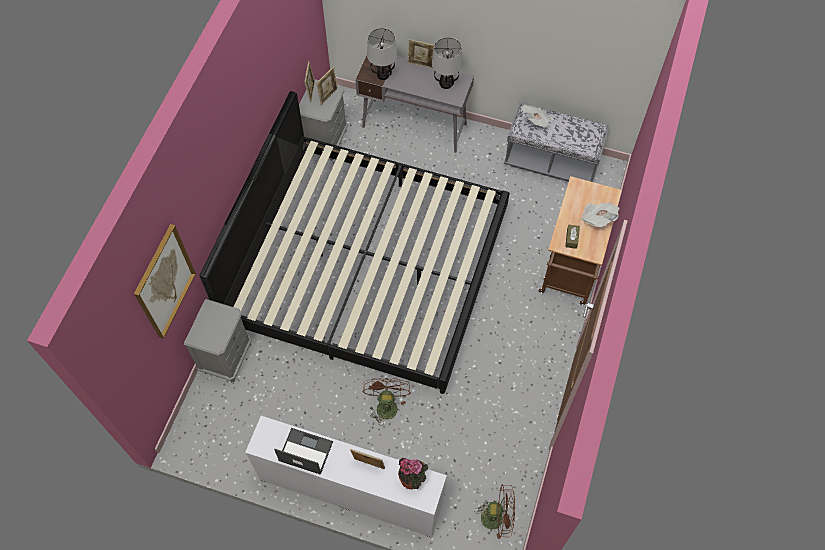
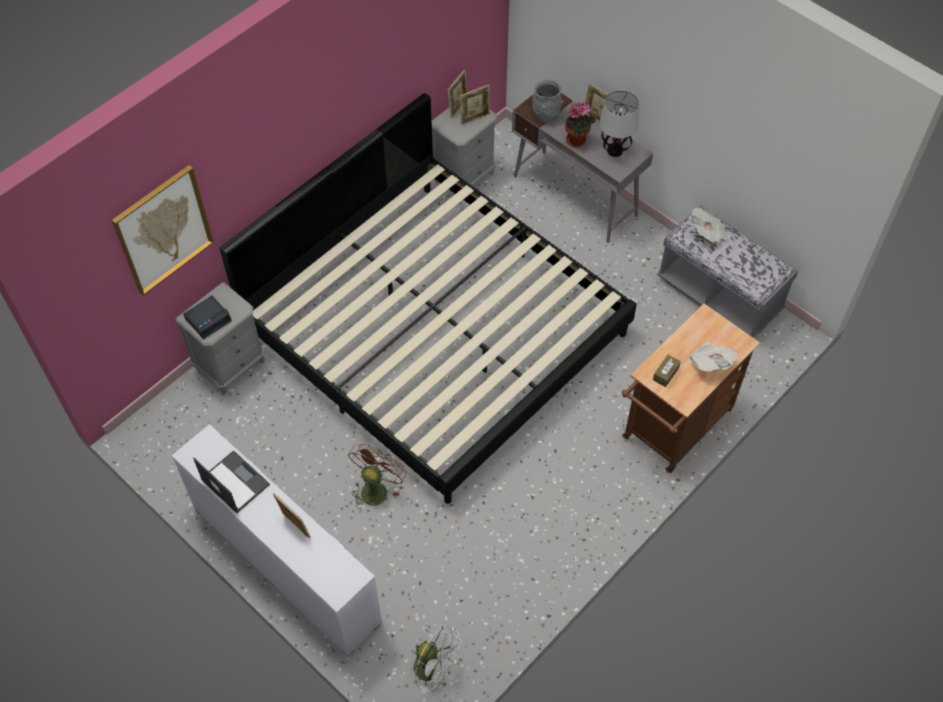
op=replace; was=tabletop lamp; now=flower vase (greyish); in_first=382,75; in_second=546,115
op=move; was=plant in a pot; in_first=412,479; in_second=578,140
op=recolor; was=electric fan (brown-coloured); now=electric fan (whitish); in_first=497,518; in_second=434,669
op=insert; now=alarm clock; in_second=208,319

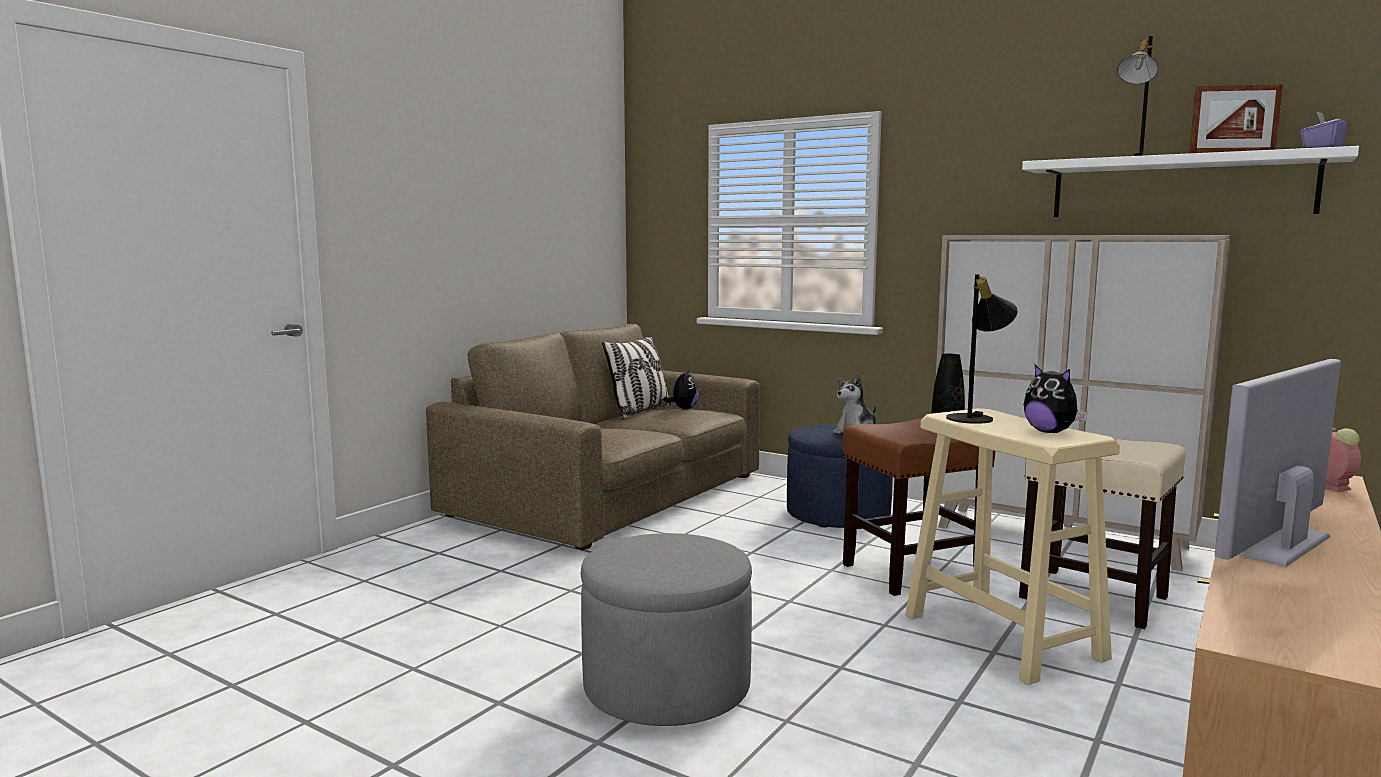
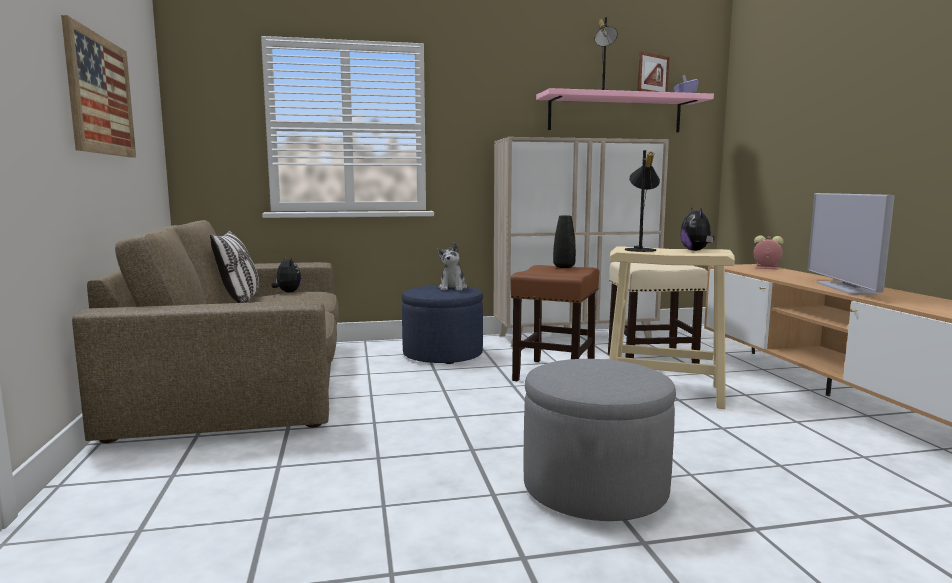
op=recolor; was=shelf (whitish); now=shelf (pink-coloured); in_first=1179,187; in_second=615,114
op=rotate; was=soft toy; in_first=1050,432; in_second=696,250; clockwise=75
op=insert; now=picture; in_second=100,95

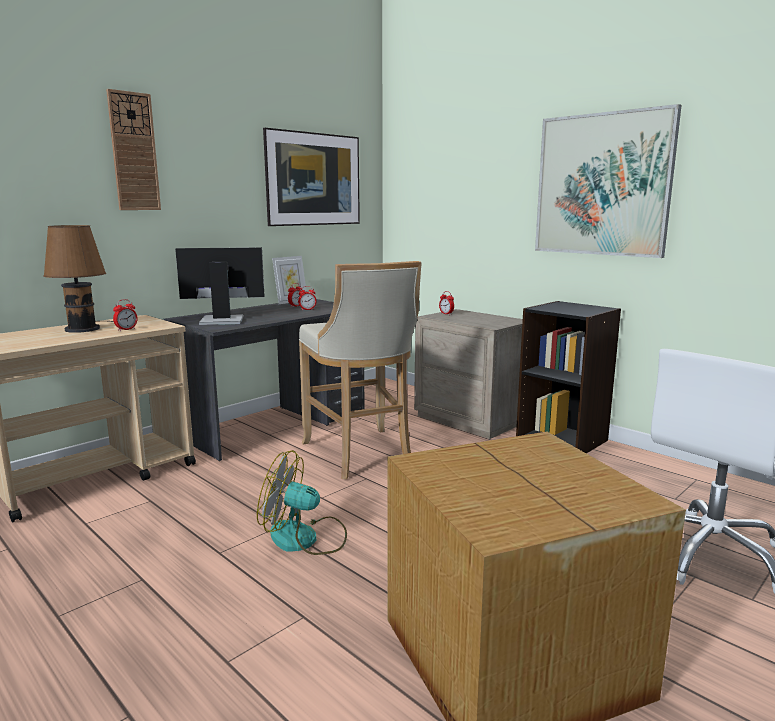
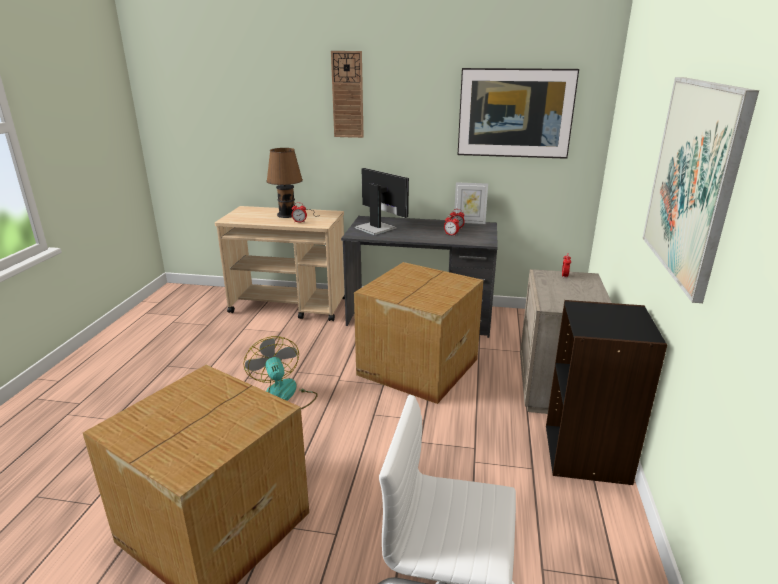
op=replace; was=stool seat (sand-coloured); now=carton; in_first=361,455; in_second=416,367

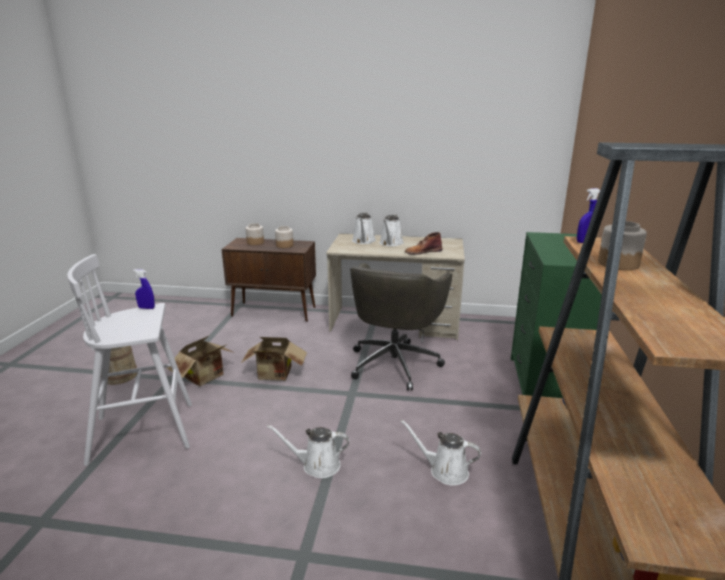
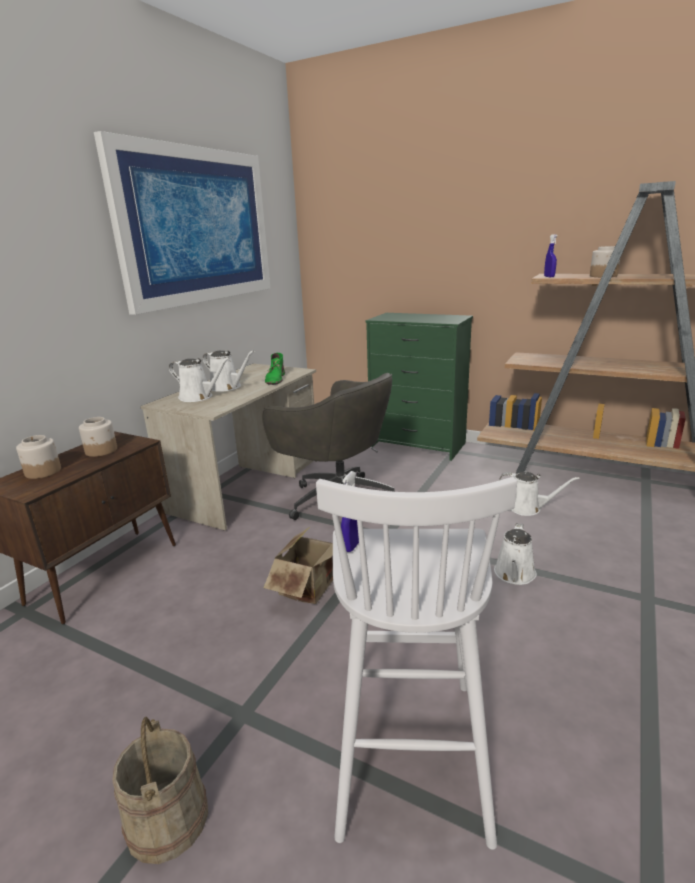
op=delete; was=carton; in_first=206,377
op=rotate; was=watering can (whitish); in_first=445,471; in_second=527,508; clockwise=-105
op=recolor; was=tall boot (brown-coloured); now=tall boot (greenish); in_first=423,251; in_second=275,379
op=insert; now=picture; in_second=197,226

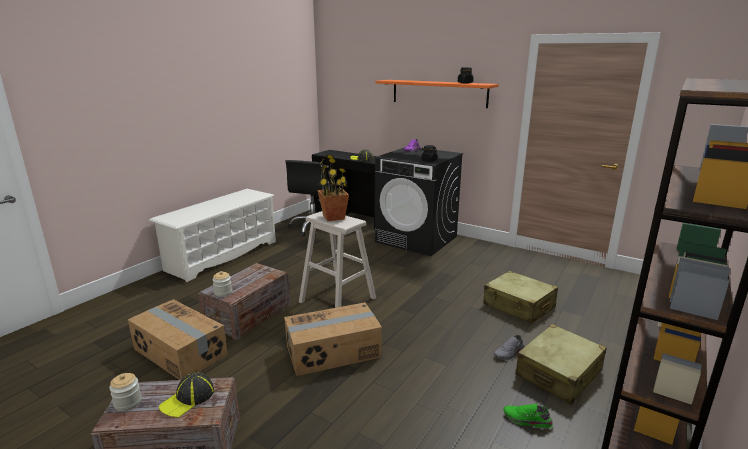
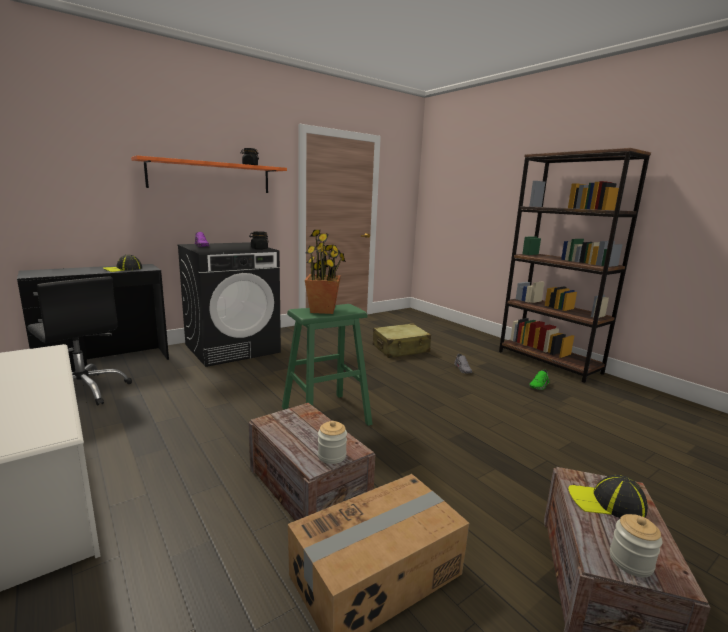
op=rotate; was=baseball cap; in_first=188,399; in_second=606,502; clockwise=135
op=delete; was=carton; in_first=333,352
op=recolor; was=stool seat (sand-coloured); now=stool seat (greenish); in_first=337,300; in_second=325,415
op=delete; was=piece of luggage (sand-coloured); in_first=558,373

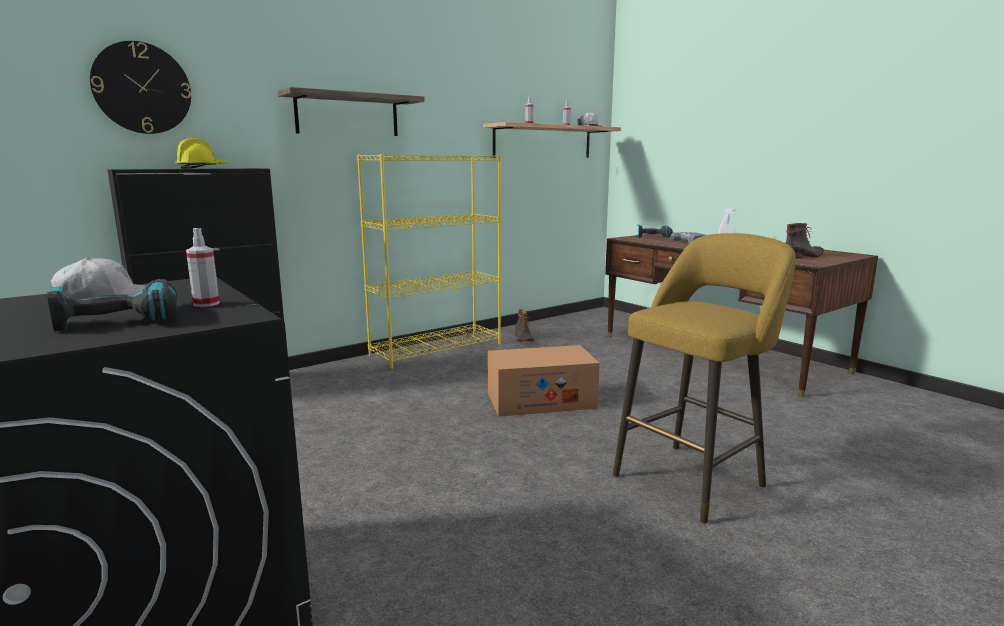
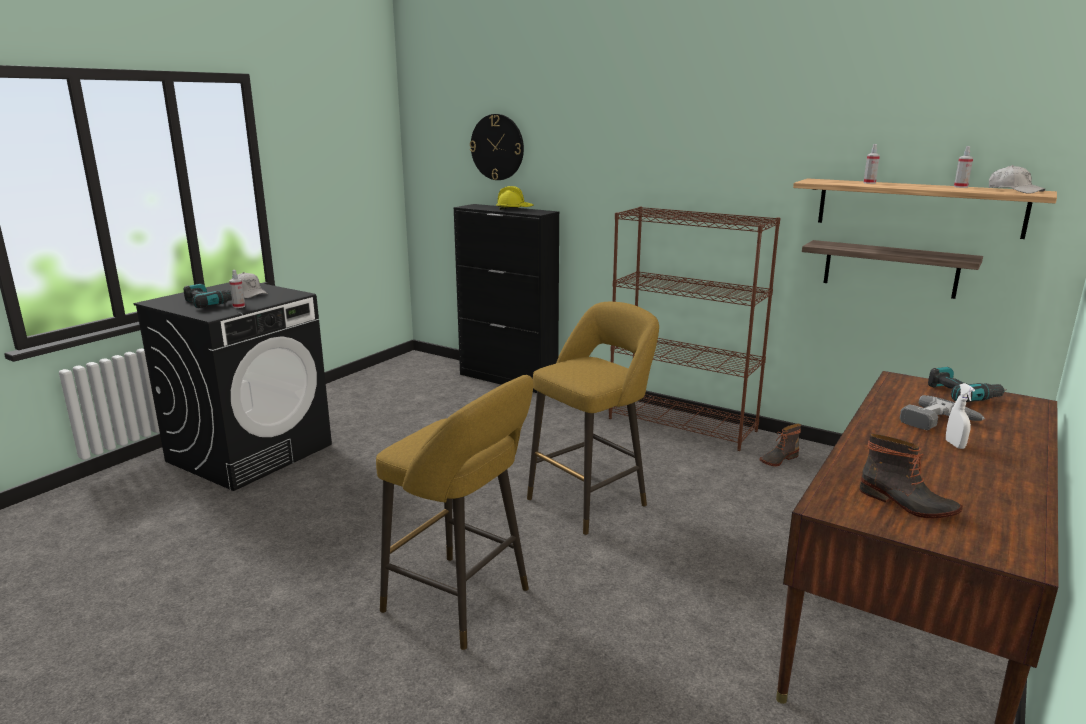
op=move; was=shelf; in_first=347,115; in_second=890,269
op=recolor; was=bookcase (yellowish); now=bookcase (brown-coloured); in_first=437,349; in_second=682,424
op=replace; was=carton; now=stool seat (yellowish); in_first=541,400; in_second=591,500

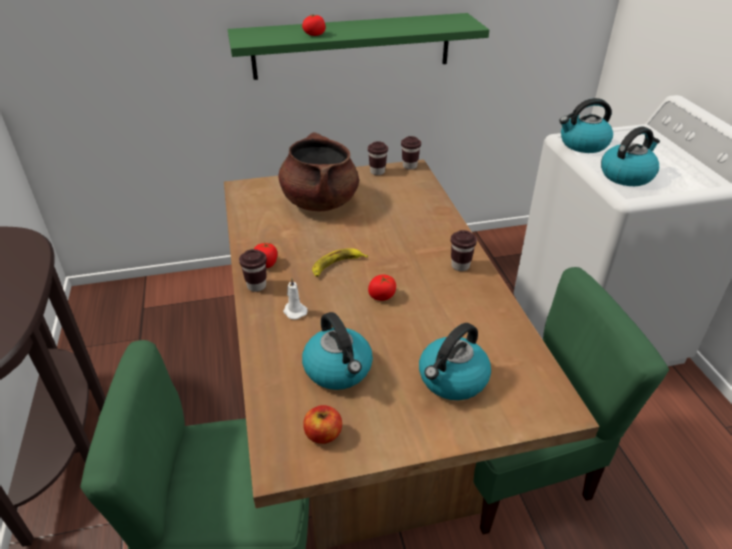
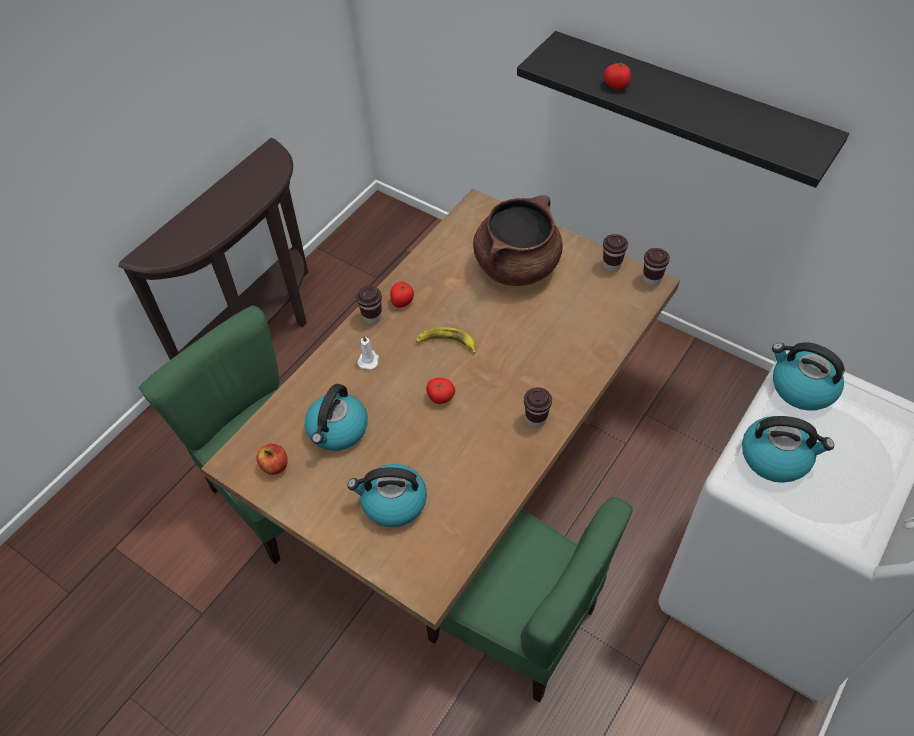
op=recolor; was=shelf (greenish); now=shelf (black); in_first=352,46; in_second=686,105

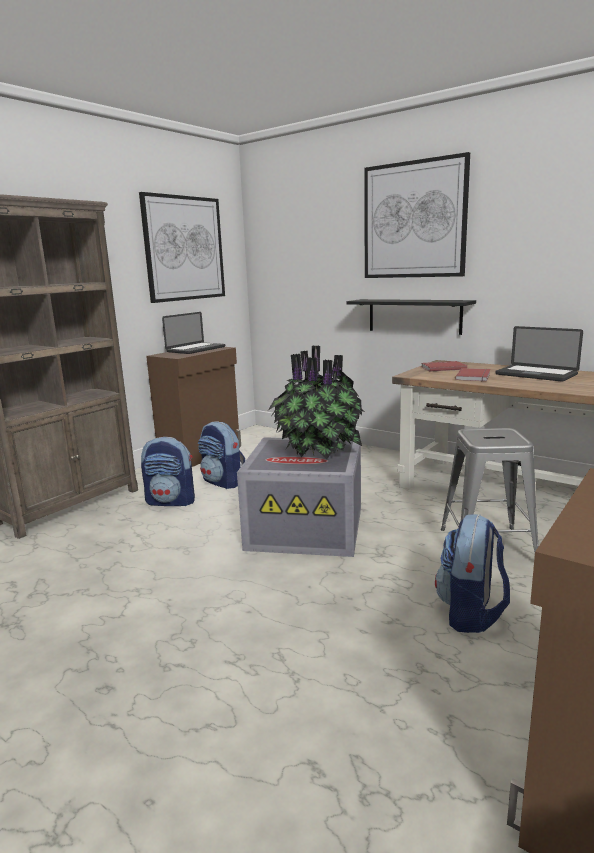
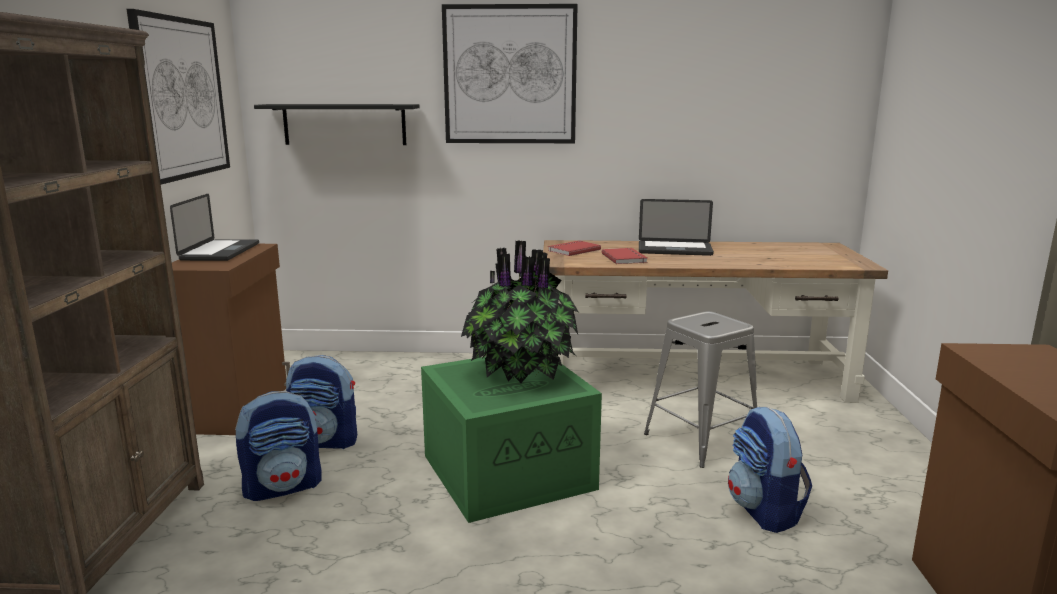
op=recolor; was=storage box (greyish); now=storage box (greenish); in_first=307,527; in_second=509,470
op=move; was=shelf (black); in_first=414,316; in_second=344,124

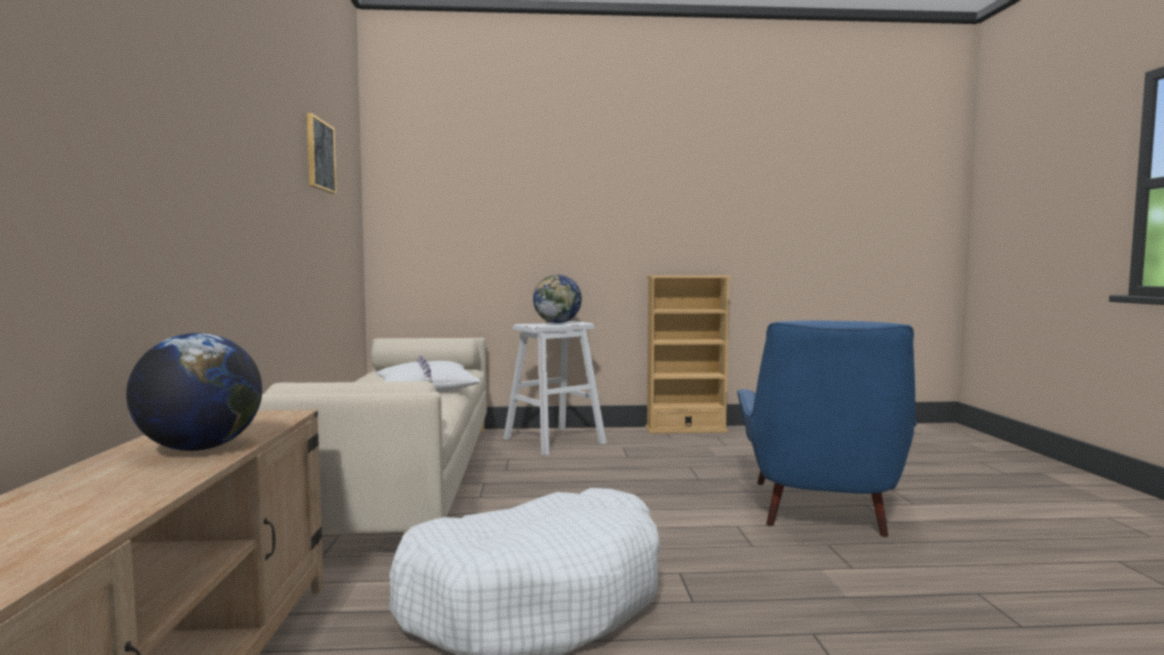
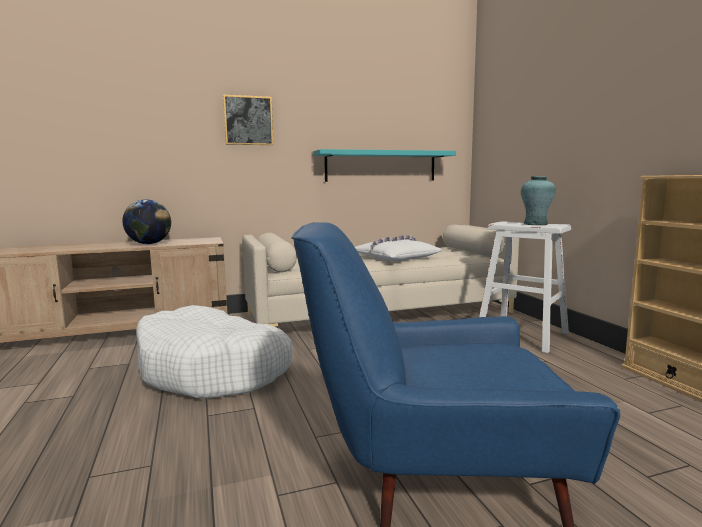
op=move; was=picture; in_first=319,155; in_second=248,120
op=replace; was=world globe; now=flower vase (turquoise); in_first=557,323; in_second=535,224
op=insert; now=shelf (turquoise); in_second=381,166

